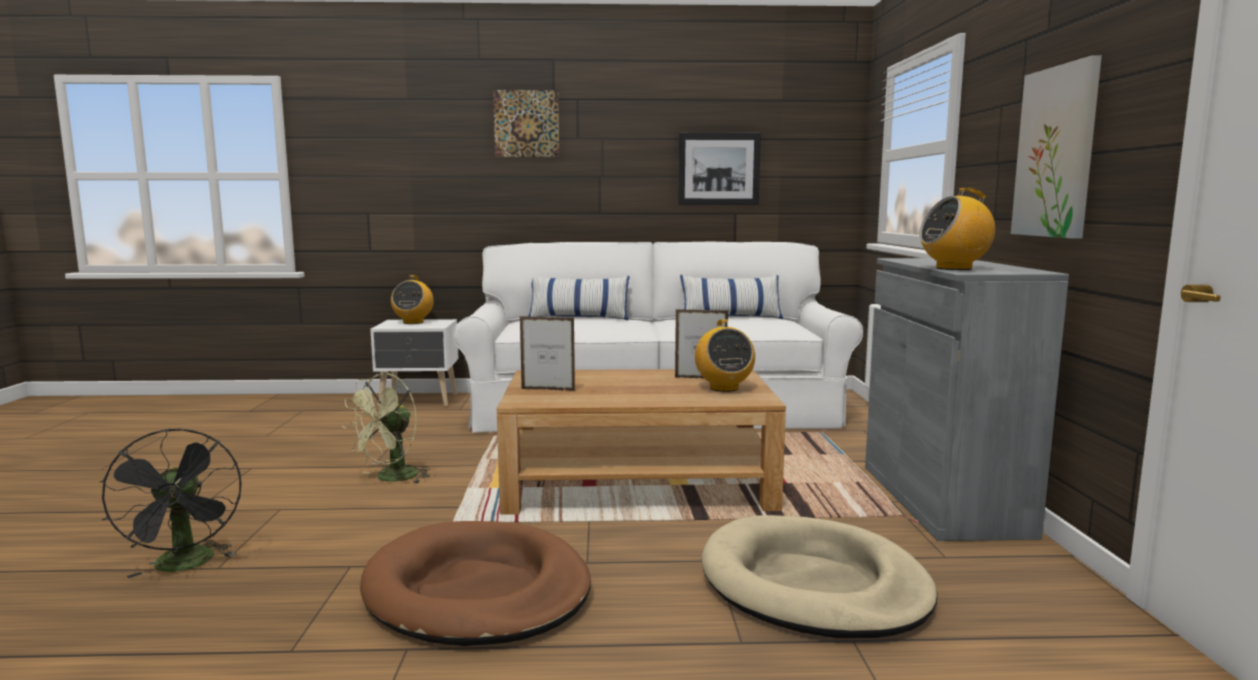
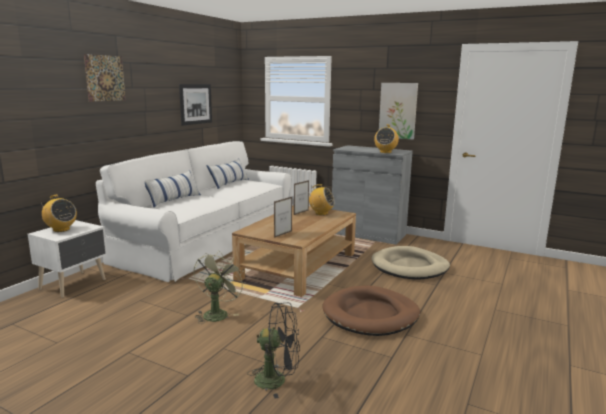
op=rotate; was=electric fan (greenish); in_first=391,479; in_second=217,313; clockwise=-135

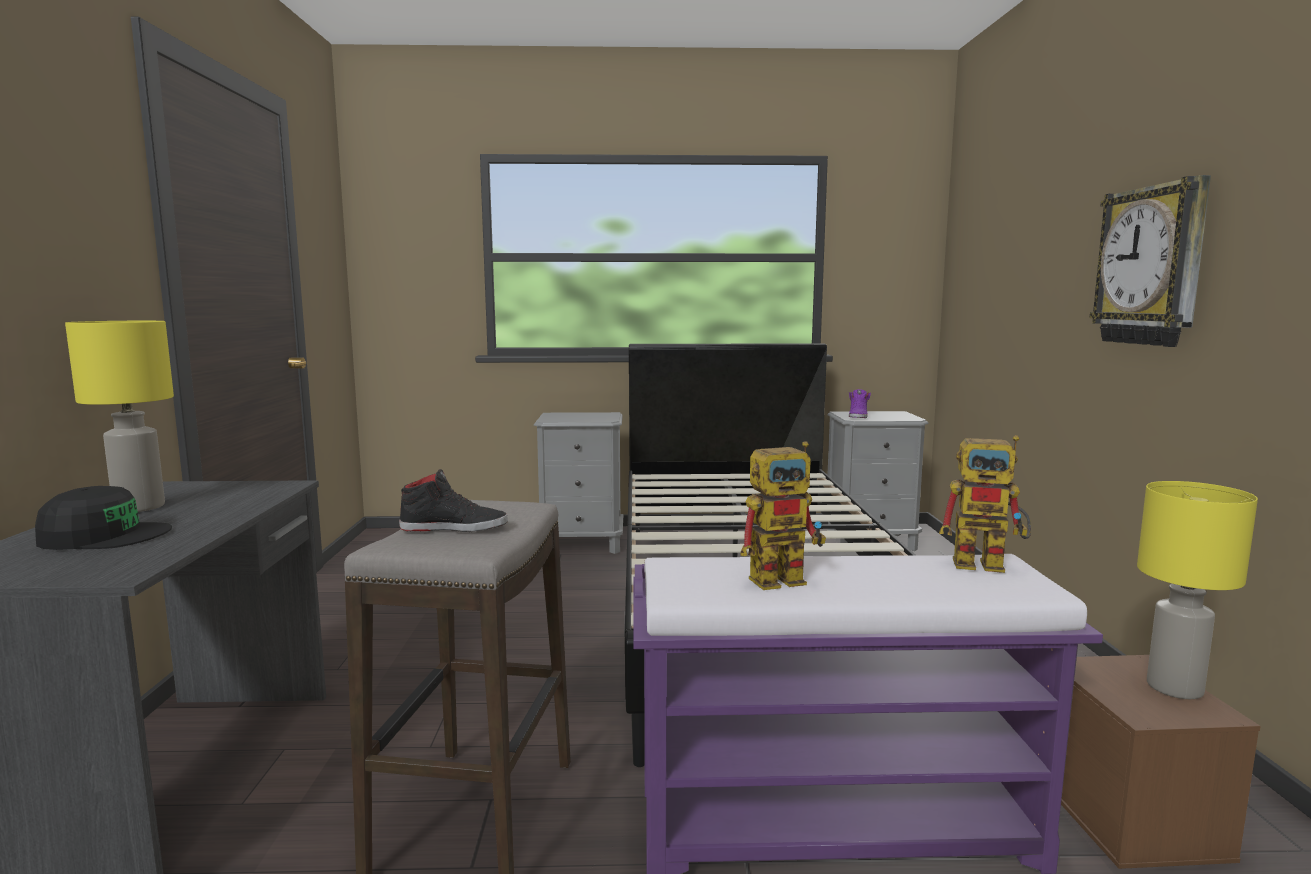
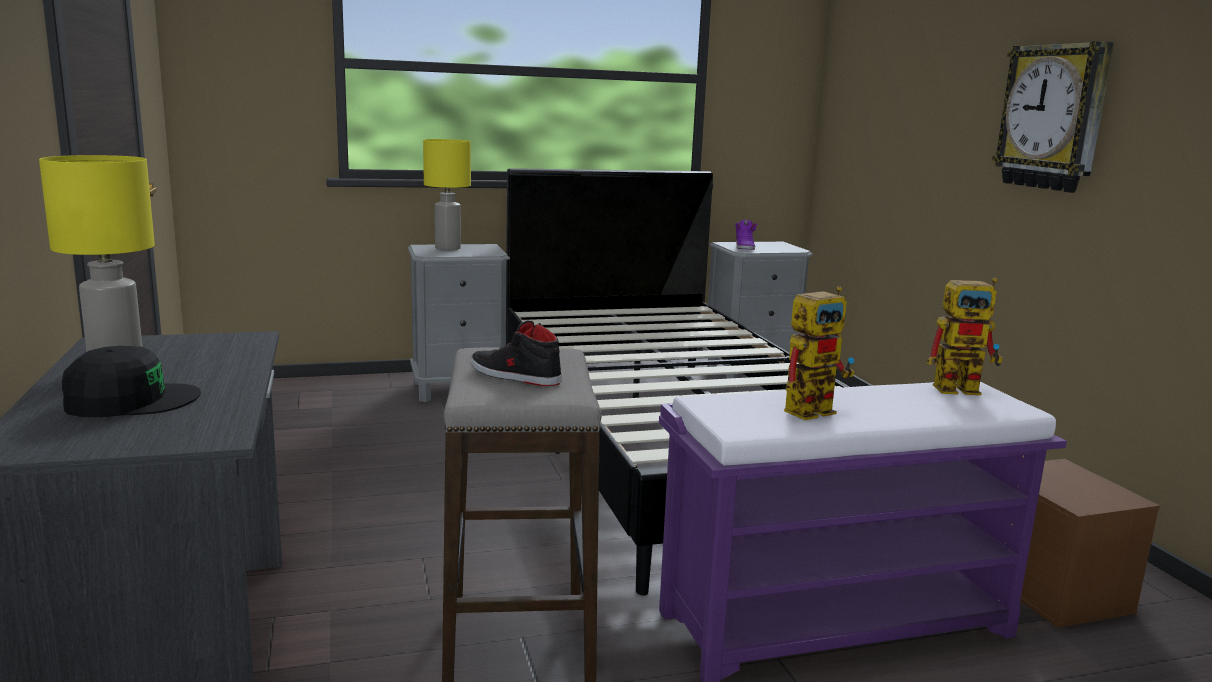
op=rotate; was=item of footwear (black); in_first=454,527; in_second=514,375; clockwise=-135
op=move; was=tabletop lamp (yellowish); in_first=1176,689; in_second=448,248

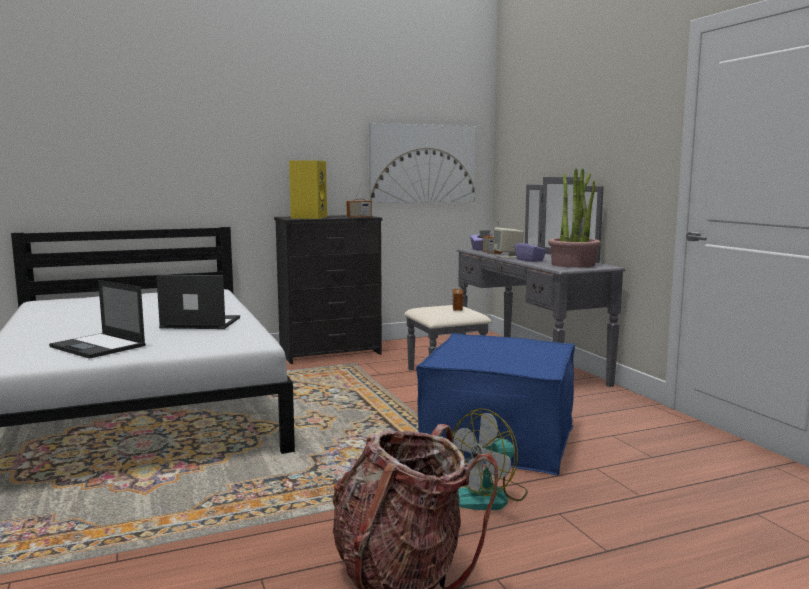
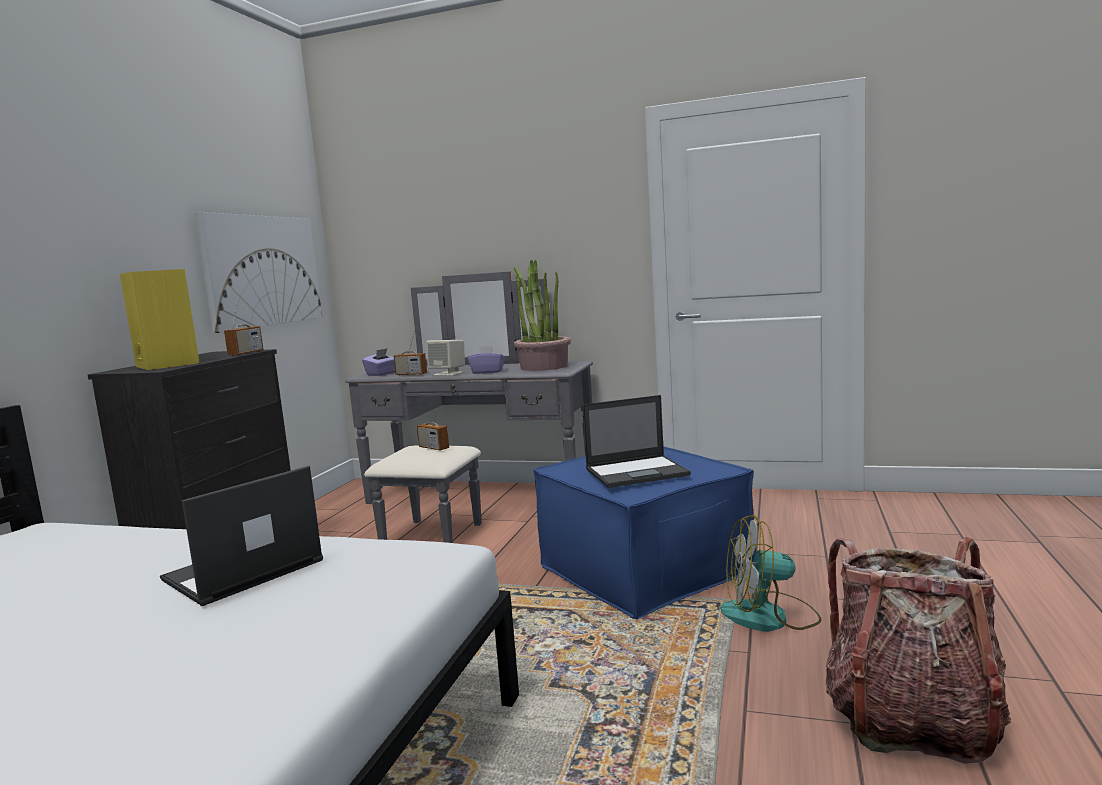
op=move; was=laptop; in_first=99,346; in_second=637,472
op=rotate; was=electric fan; in_first=489,496; in_second=769,616; clockwise=90

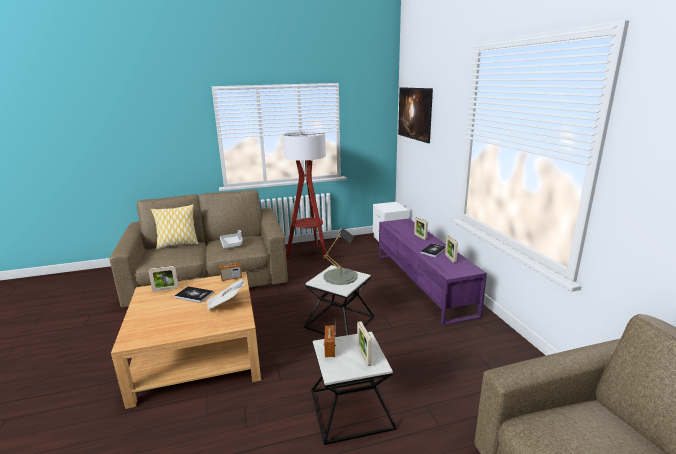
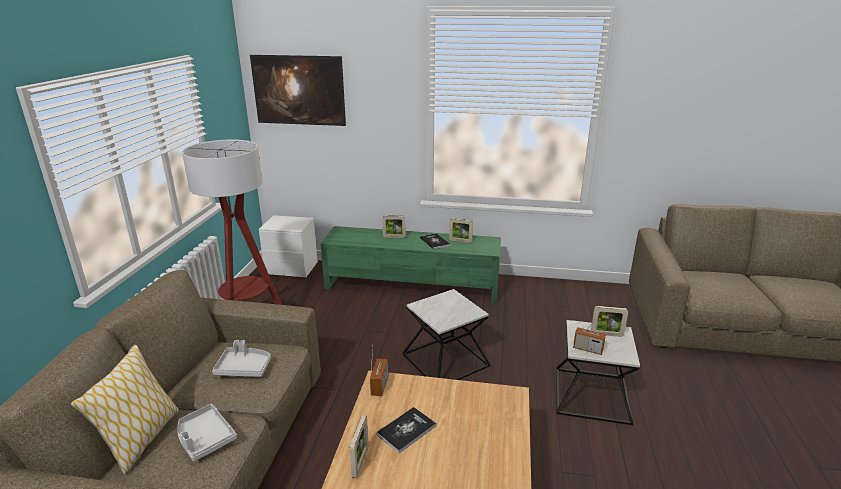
op=delete; was=printed paper; in_first=225,304
op=delete; was=tabletop lamp (greyish); in_first=340,276
op=recolor; was=tv unit (purplish); now=tv unit (greenish); in_first=422,283; in_second=413,285
op=insert; now=tray (greyish); in_second=205,438

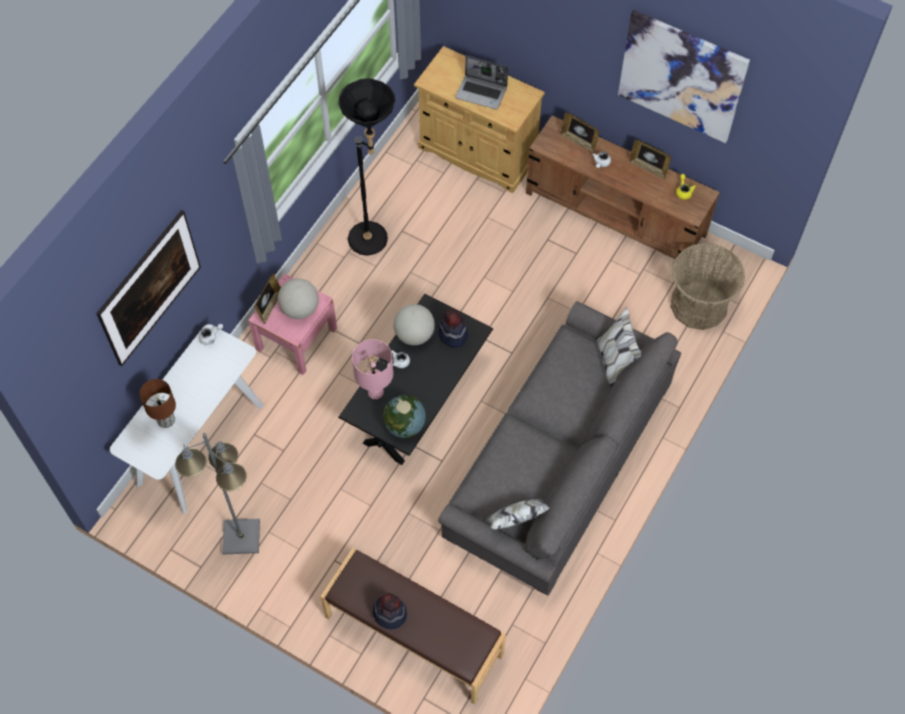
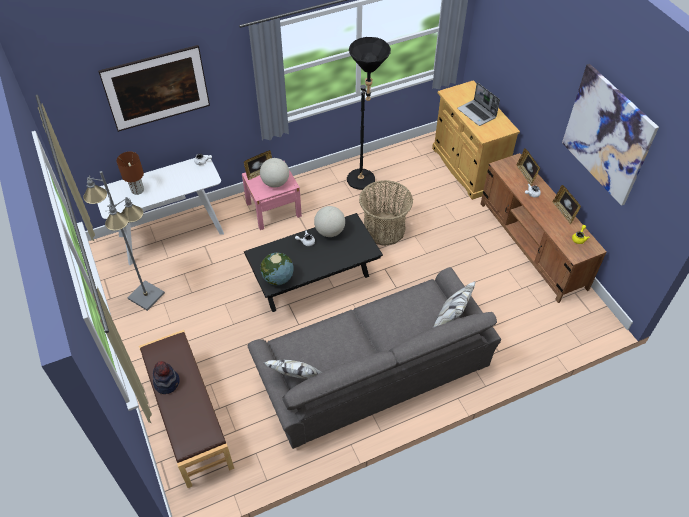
op=delete; was=tabletop lamp (pink-coloured); in_first=375,392
op=delete; was=wearable hat; in_first=453,334
op=move; was=household basket; in_first=699,304; in_second=384,229

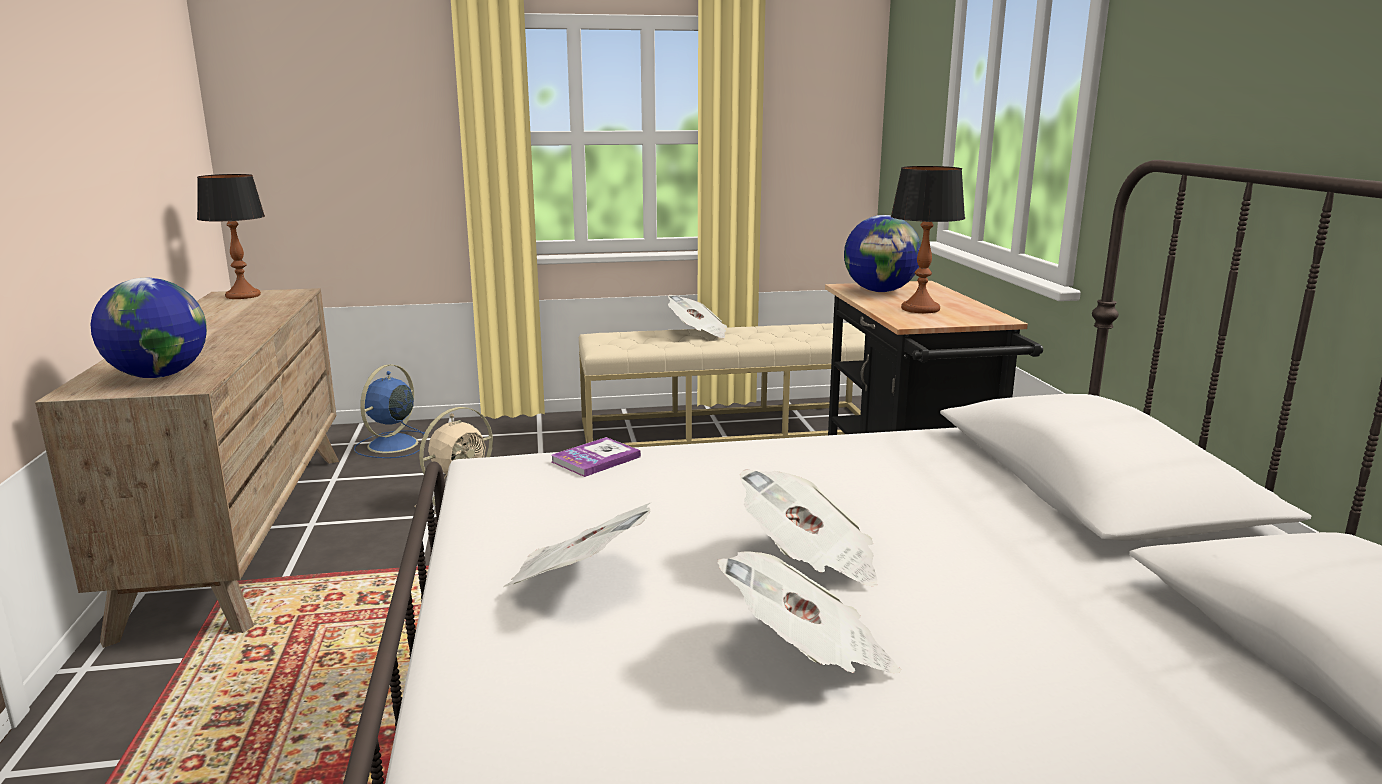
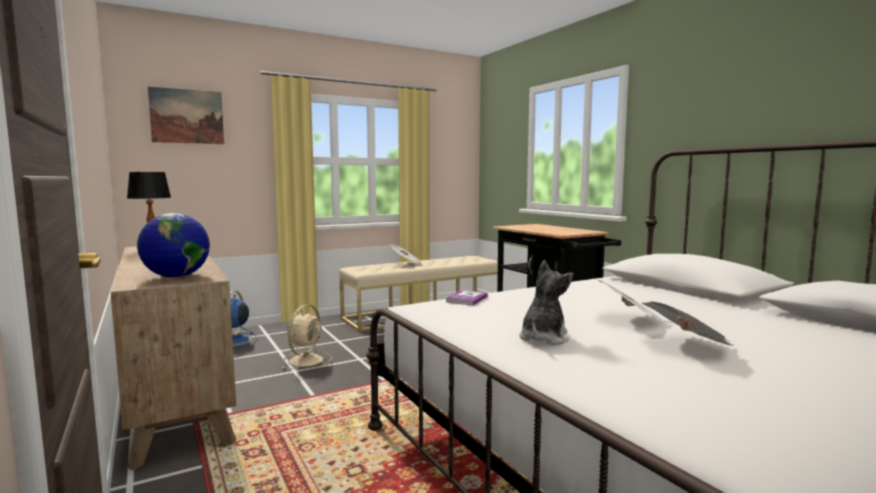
op=replace; was=printed paper; now=soft toy; in_first=578,581; in_second=543,338
op=delete; was=world globe; in_first=880,291
op=delete; was=tabletop lamp; in_first=921,309
op=insert; now=picture; in_second=187,116

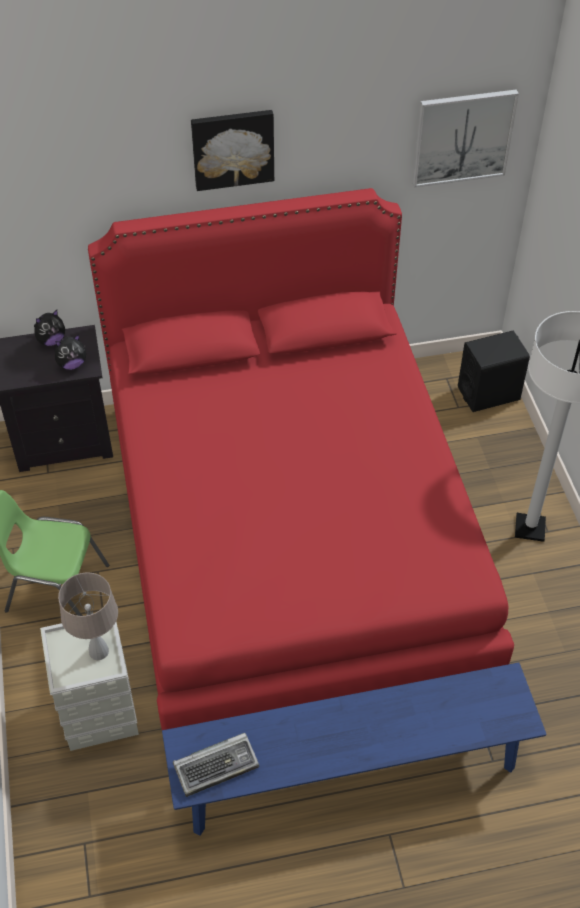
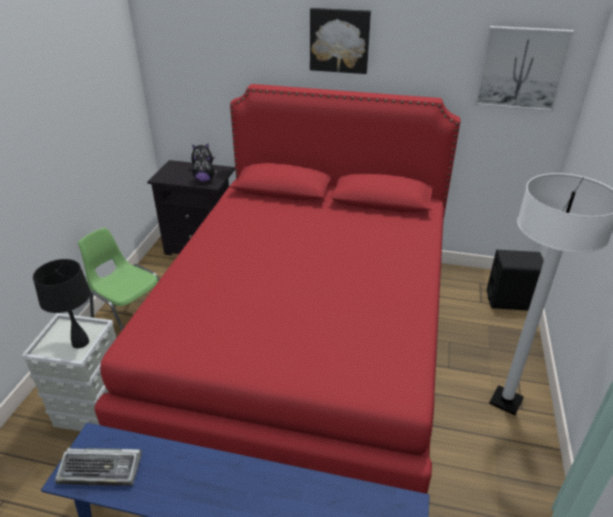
op=recolor; was=tabletop lamp (sand-coloured); now=tabletop lamp (black); in_first=99,652; in_second=80,342

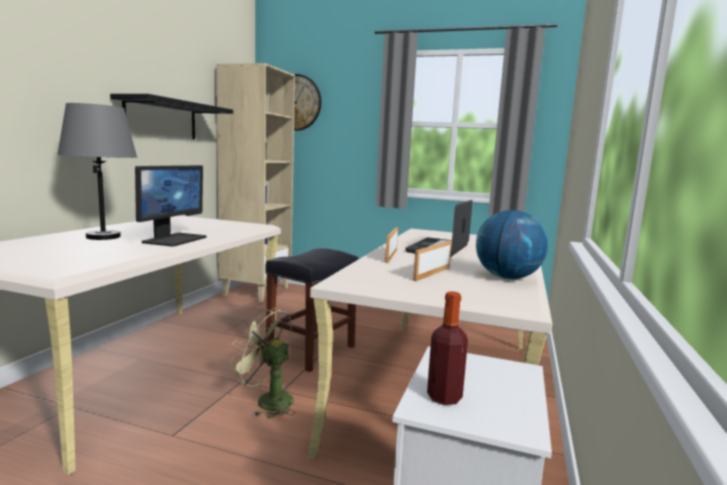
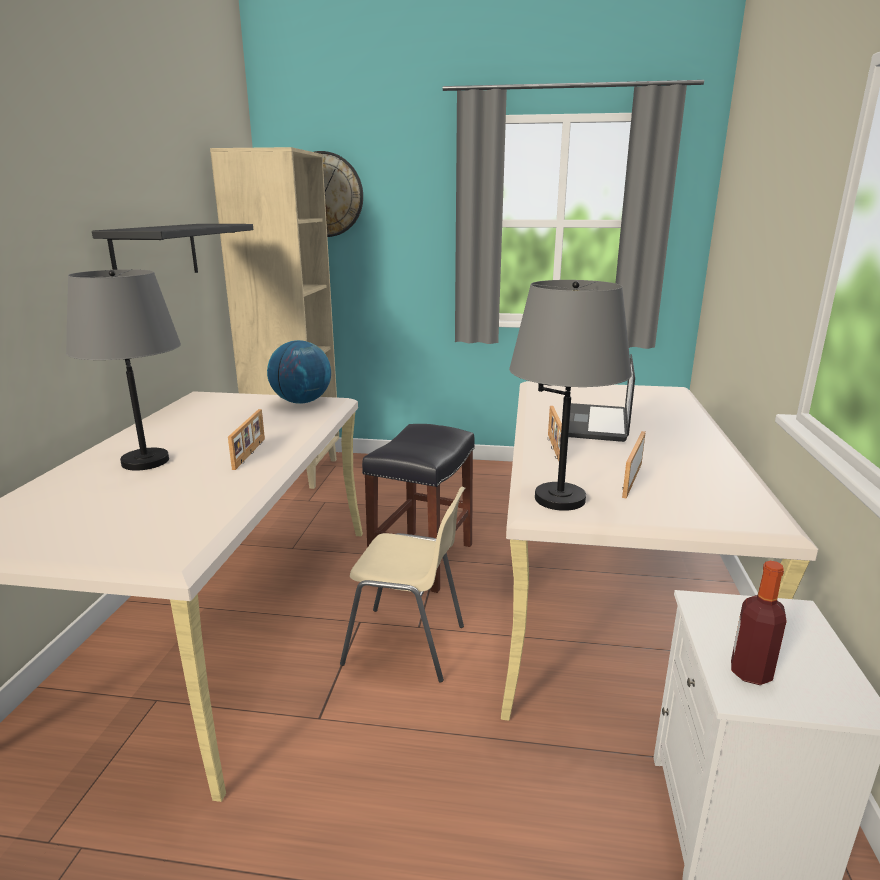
op=replace; was=monitor; now=picture frame; in_first=174,239; in_second=250,453
op=replace; was=electric fan (greenish); now=chair (sand-coloured); in_first=267,400; in_second=408,645
op=move; was=world globe; in_first=507,278; in_second=302,402
op=insert; now=tabletop lamp (greyish); in_second=560,499

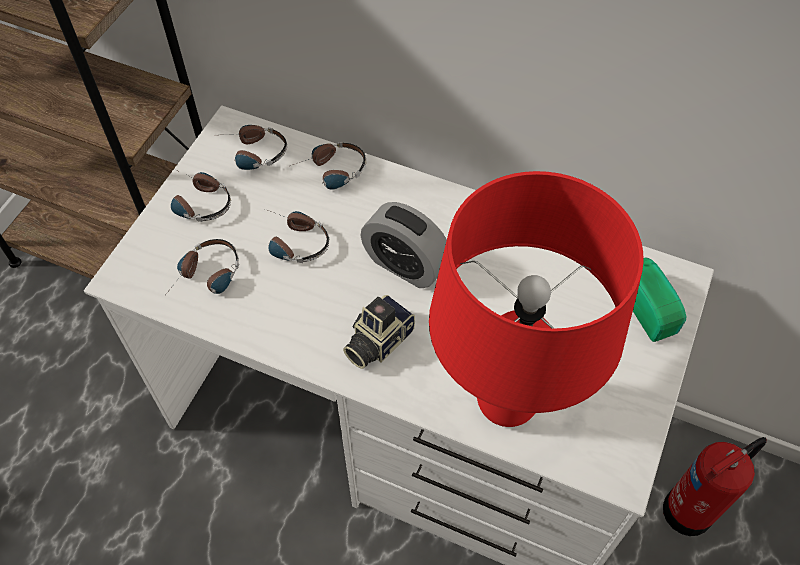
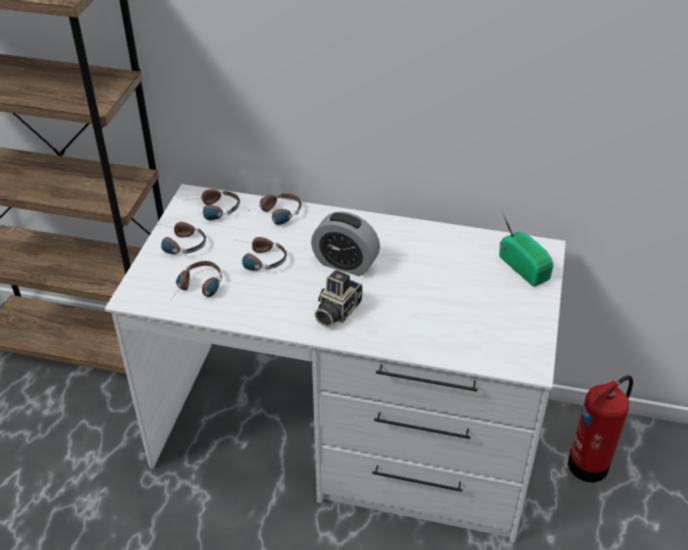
op=delete; was=tabletop lamp (red); in_first=507,402

